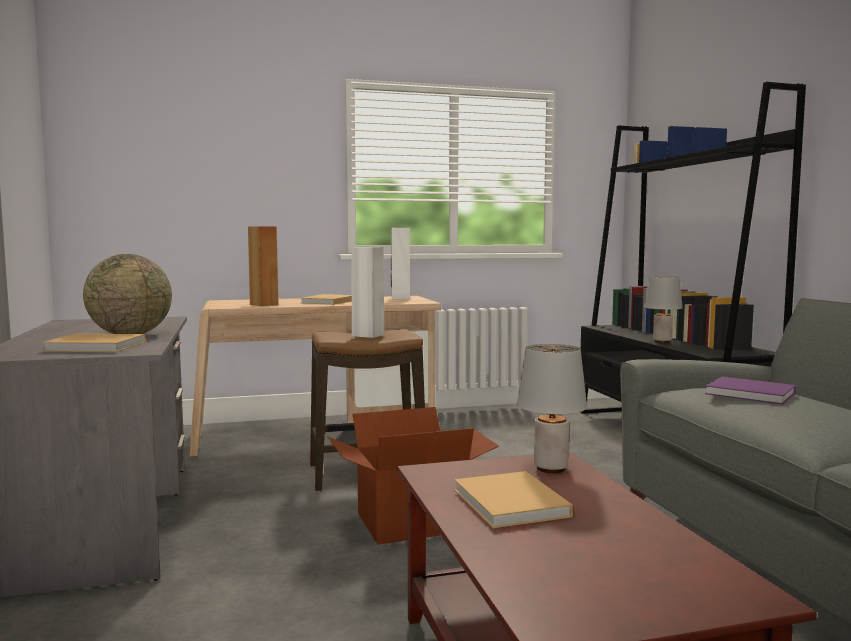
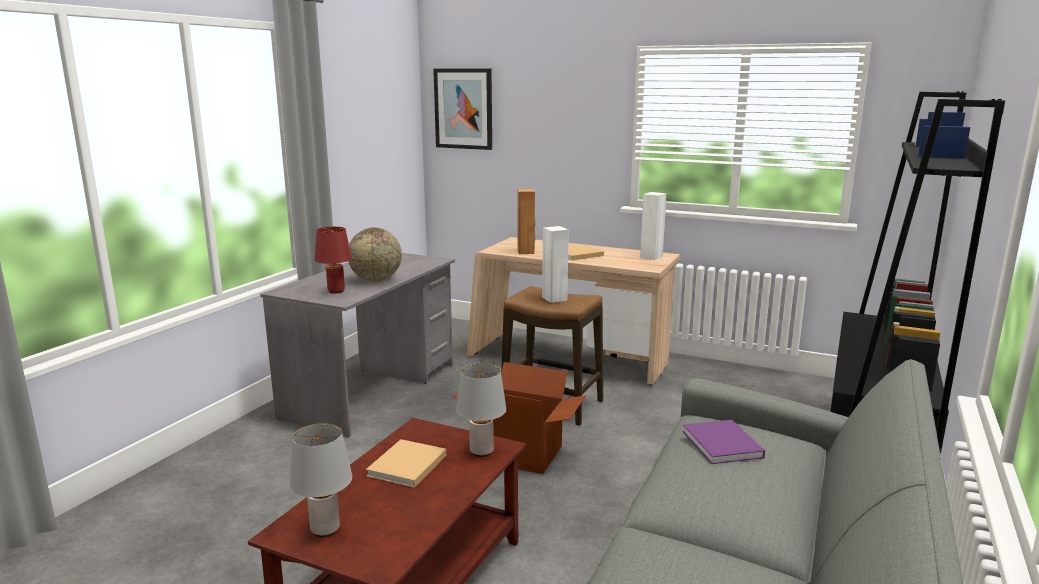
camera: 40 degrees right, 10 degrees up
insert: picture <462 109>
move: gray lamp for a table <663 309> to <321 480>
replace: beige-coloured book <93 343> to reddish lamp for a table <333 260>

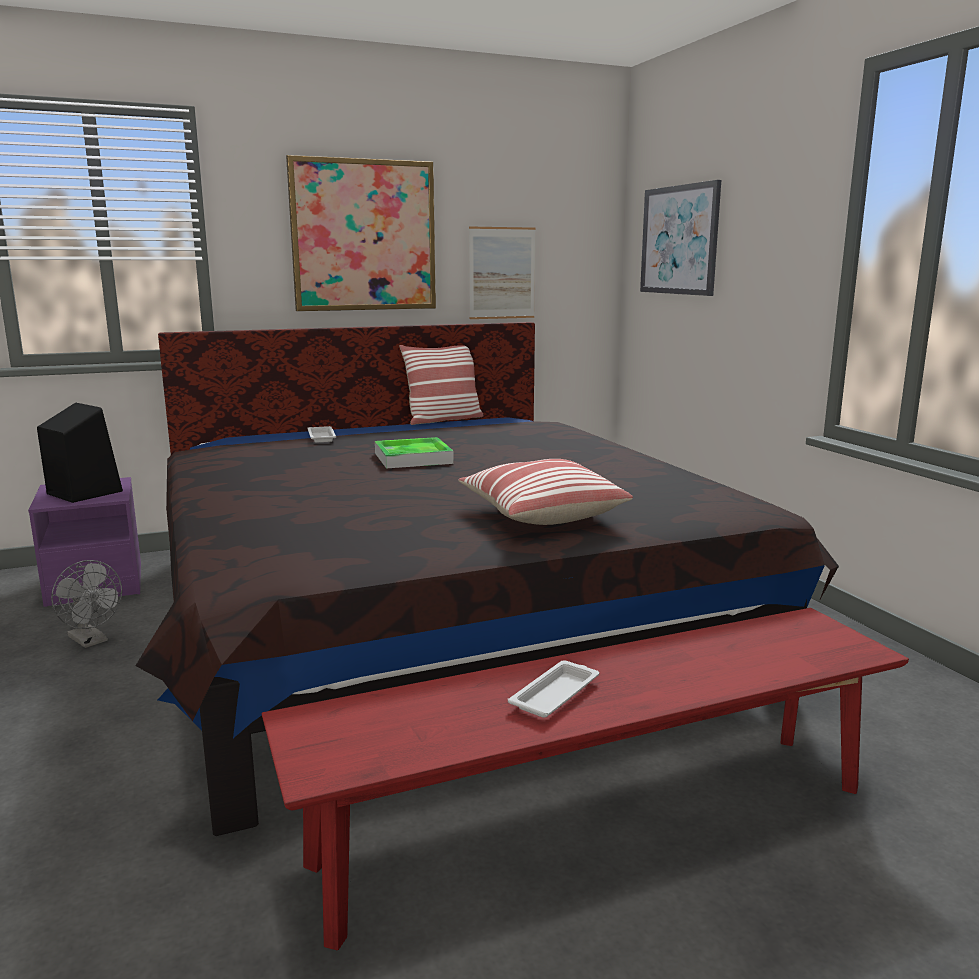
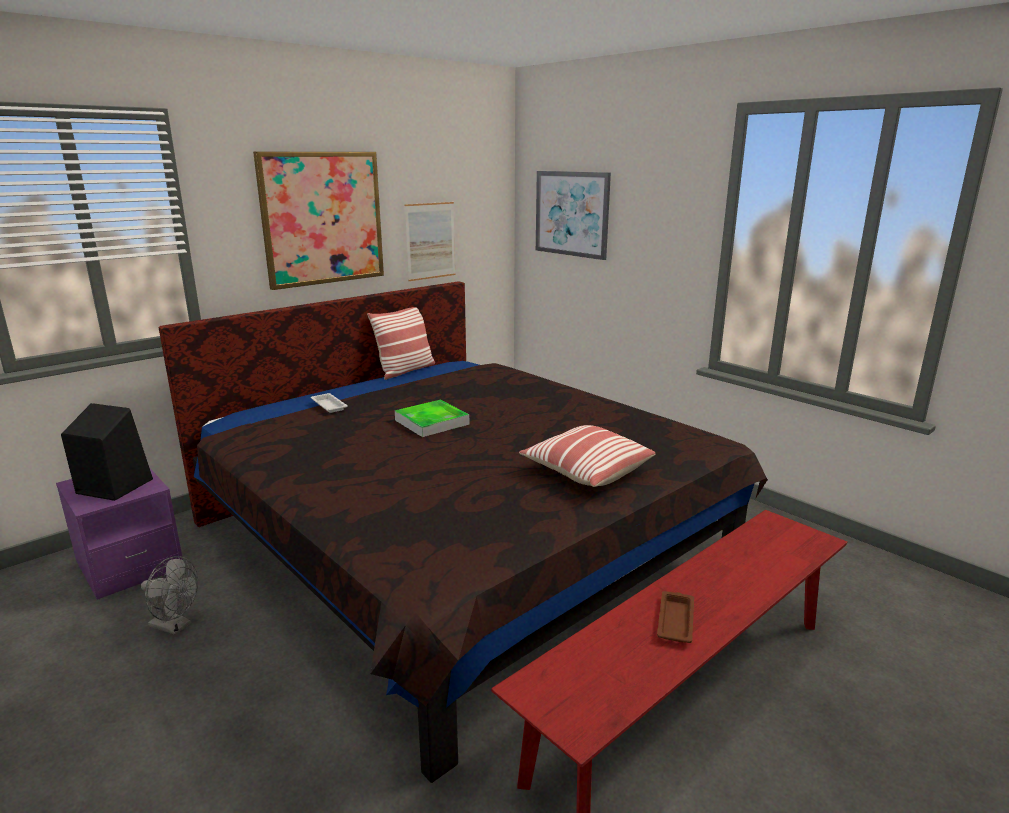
camera: 20 degrees left, 5 degrees up
recolor: white-coloured carrying tray <553 689> to brown carrying tray <675 617>

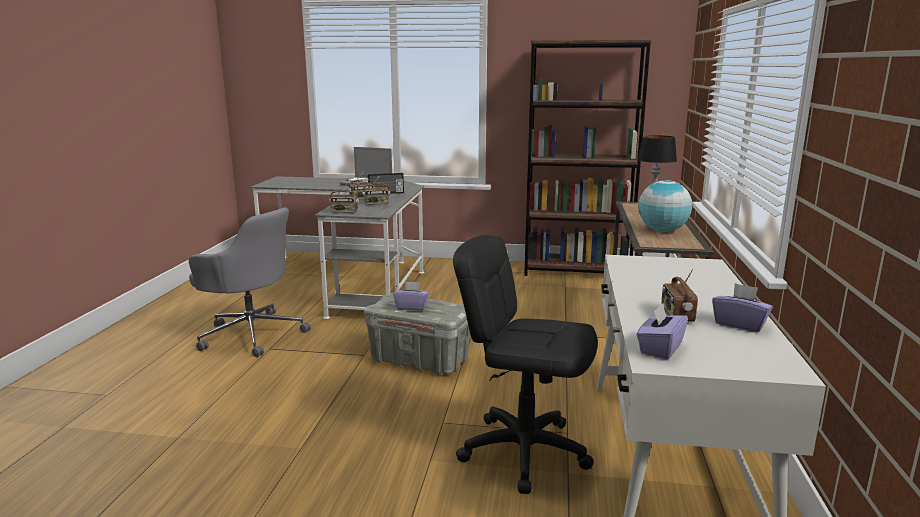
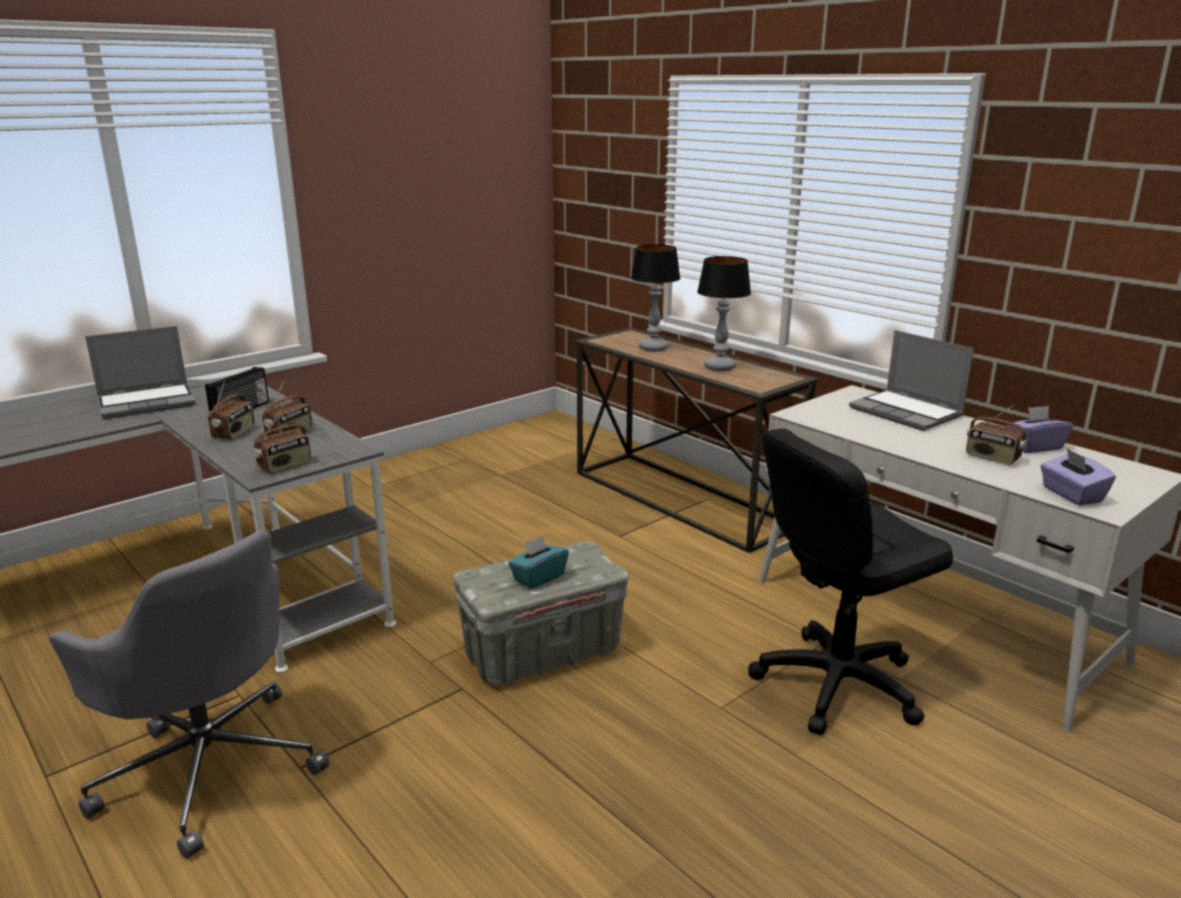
camera: 50 degrees left, 5 degrees up
delete: brown shelving unit <588 157>
insert: notebook computer <911 380>
replace: globe <665 206> to lamp for a table <724 313>
recolor: purple tissue holder <411 295> to turquoise-coloured tissue holder <538 562>
rotate: gray desk chair <250 282> = <189 695> 60 degrees clockwise

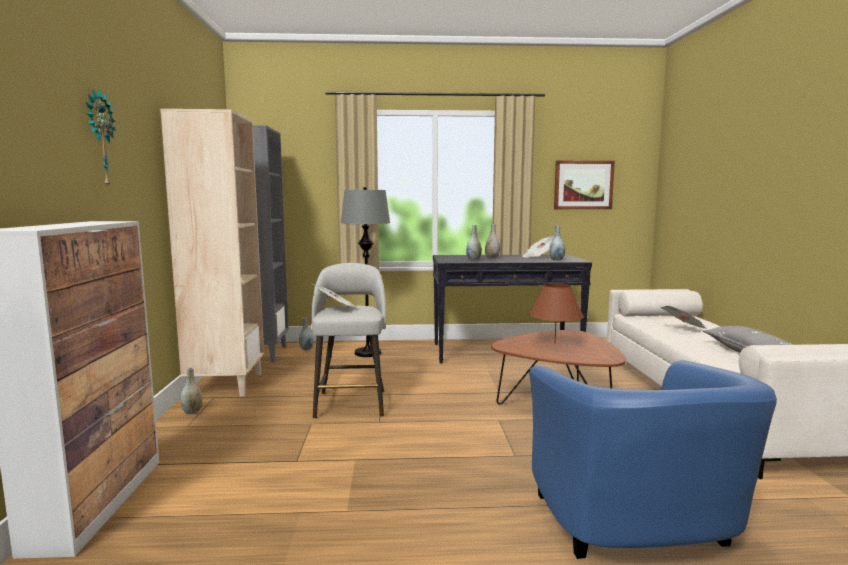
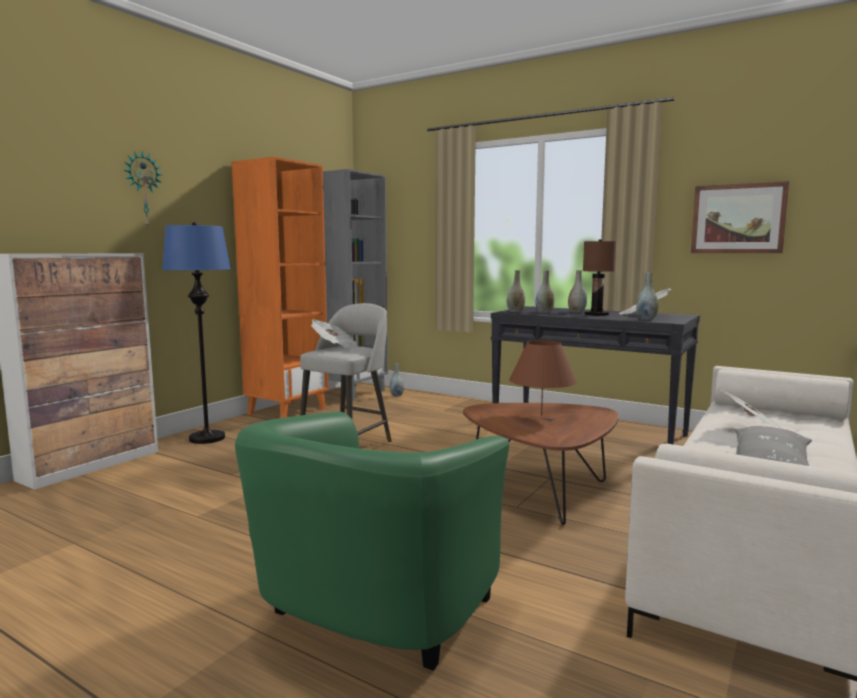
camera: 35 degrees right, 0 degrees up
delete: gray standing lamp <365 272>
insert: blue standing lamp <196 333>; brown lamp for a table <599 278>
move: gray decorative vase <191 390> to <516 291>
recolor: beige-coloured shelving unit <212 253> to orange shelving unit <280 287>; blue easy chair <653 459> to green easy chair <372 541>

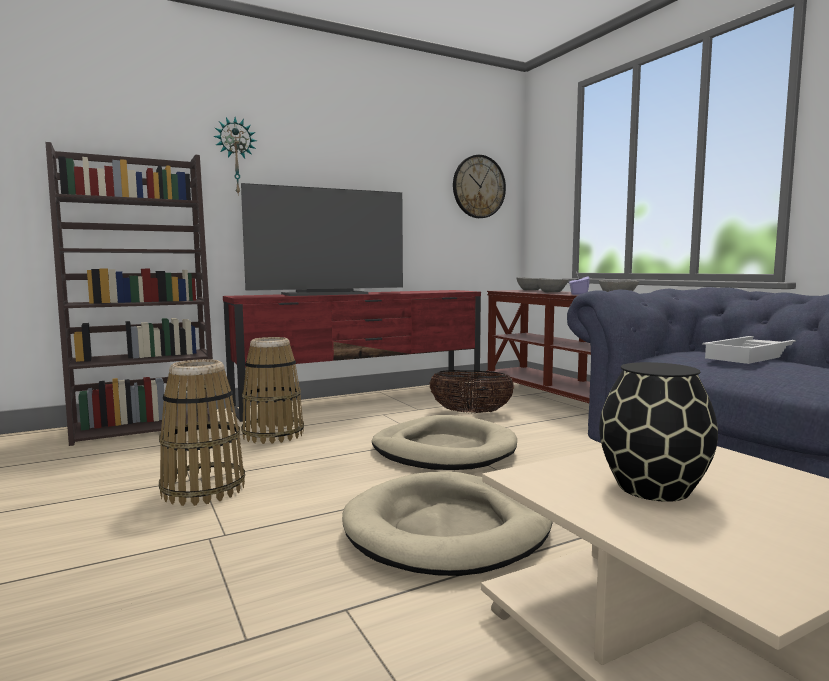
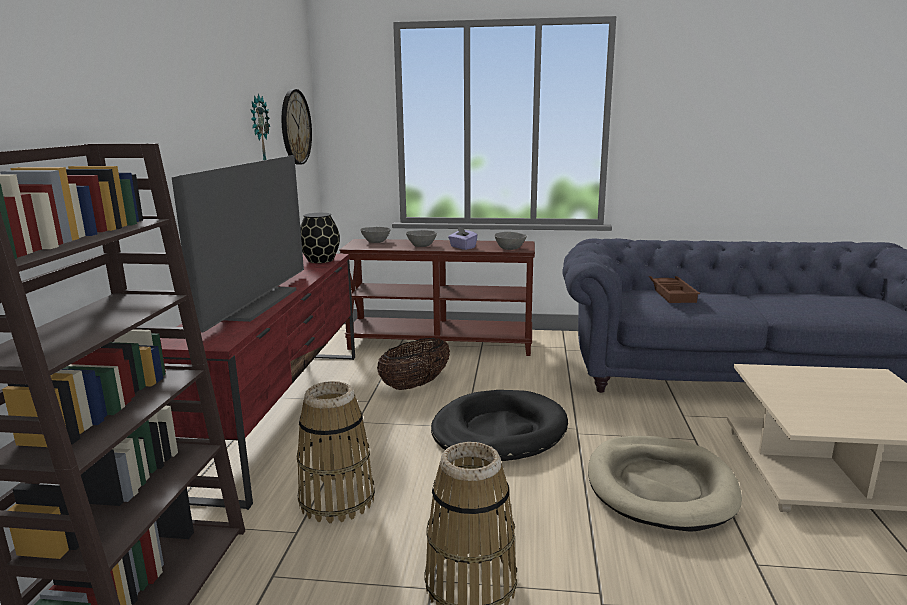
camera: 55 degrees left, 10 degrees up
move: clock on the wall <235 155> to <260 127>; blackish decorative vase <658 432> to <320 238>
recolor: beige-coloured dog bed <444 442> to blackish dog bed <499 425>; white-coloured carrying tray <749 350> to brown carrying tray <674 289>

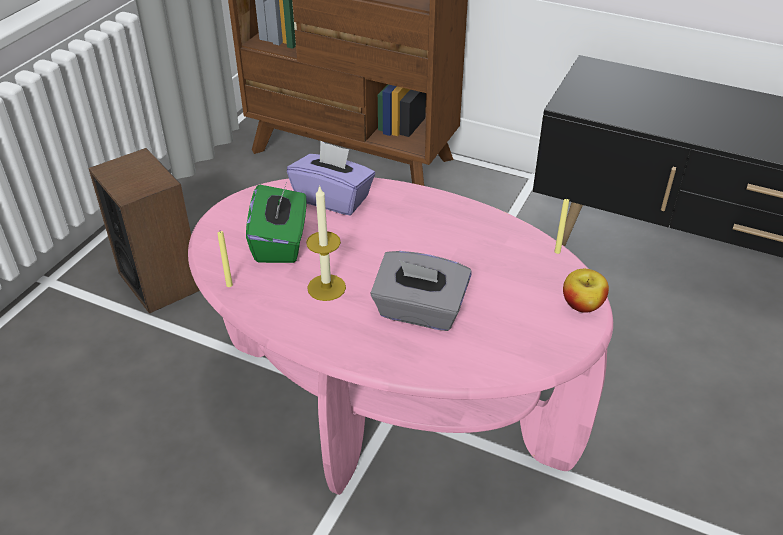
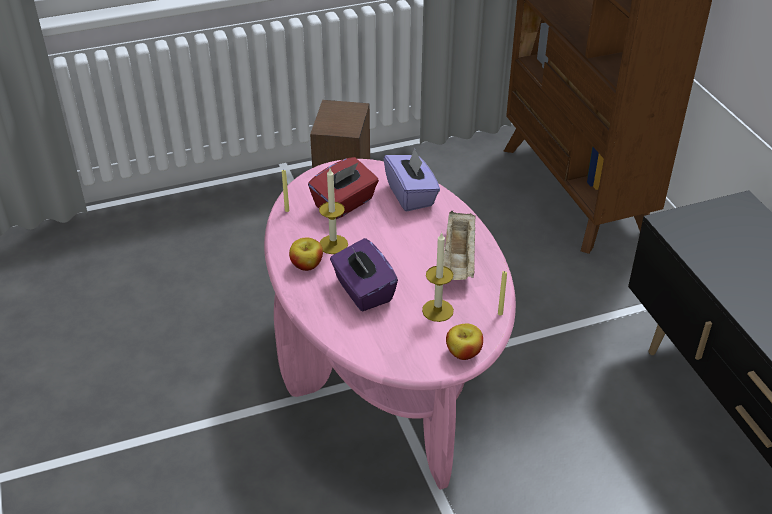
camera: 45 degrees right, 0 degrees up
insert: apple fruit <306 254>; candle <438 277>; beige-coloured carrying tray <460 245>
recolor: green tissue holder <276 223> to reddish tissue holder <343 188>; gray tissue holder <421 291> to purple tissue holder <364 274>

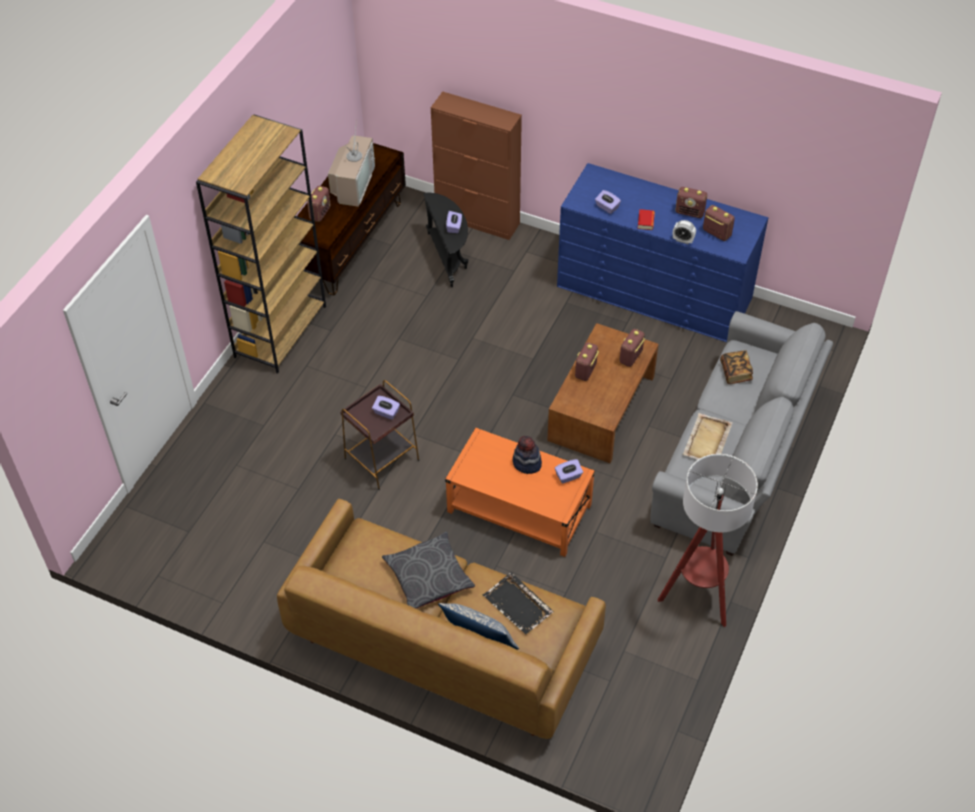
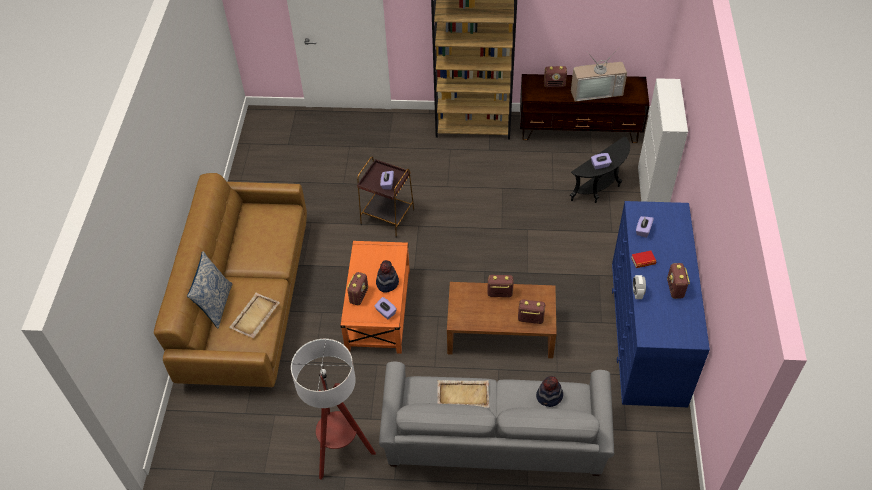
camera: 70 degrees right, 0 degrees up
delete: gray throw pillow <428 570>
move: radio receiver <719 223> to <357 288>
replace: book <736 367> to clothing hat <549 391>
recolor: brown cupboard <476 165> to white-coloured cupboard <663 140>; blackish carrying tray <518 603> to beige-coloured carrying tray <254 315>

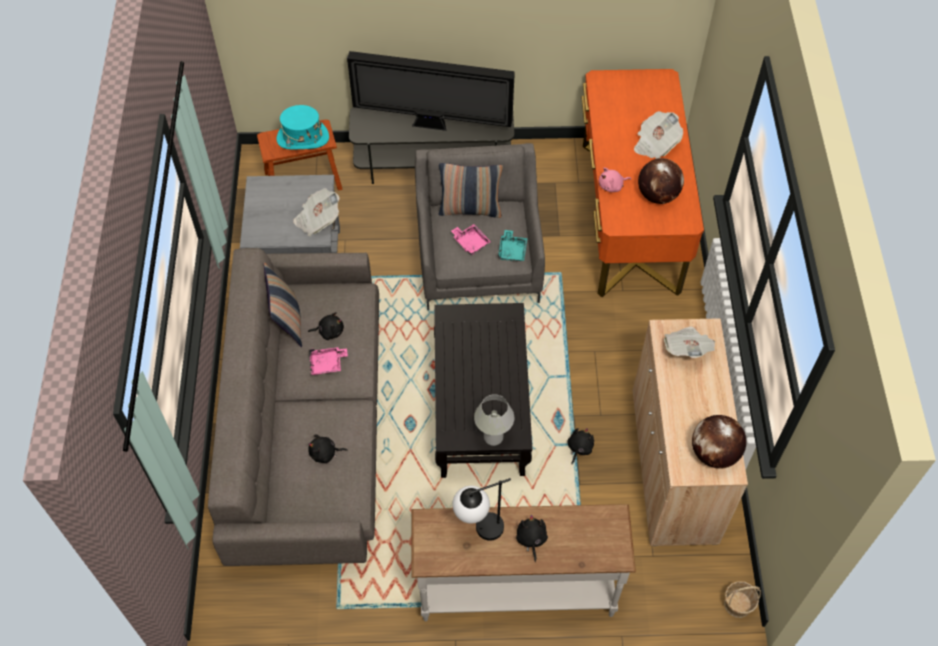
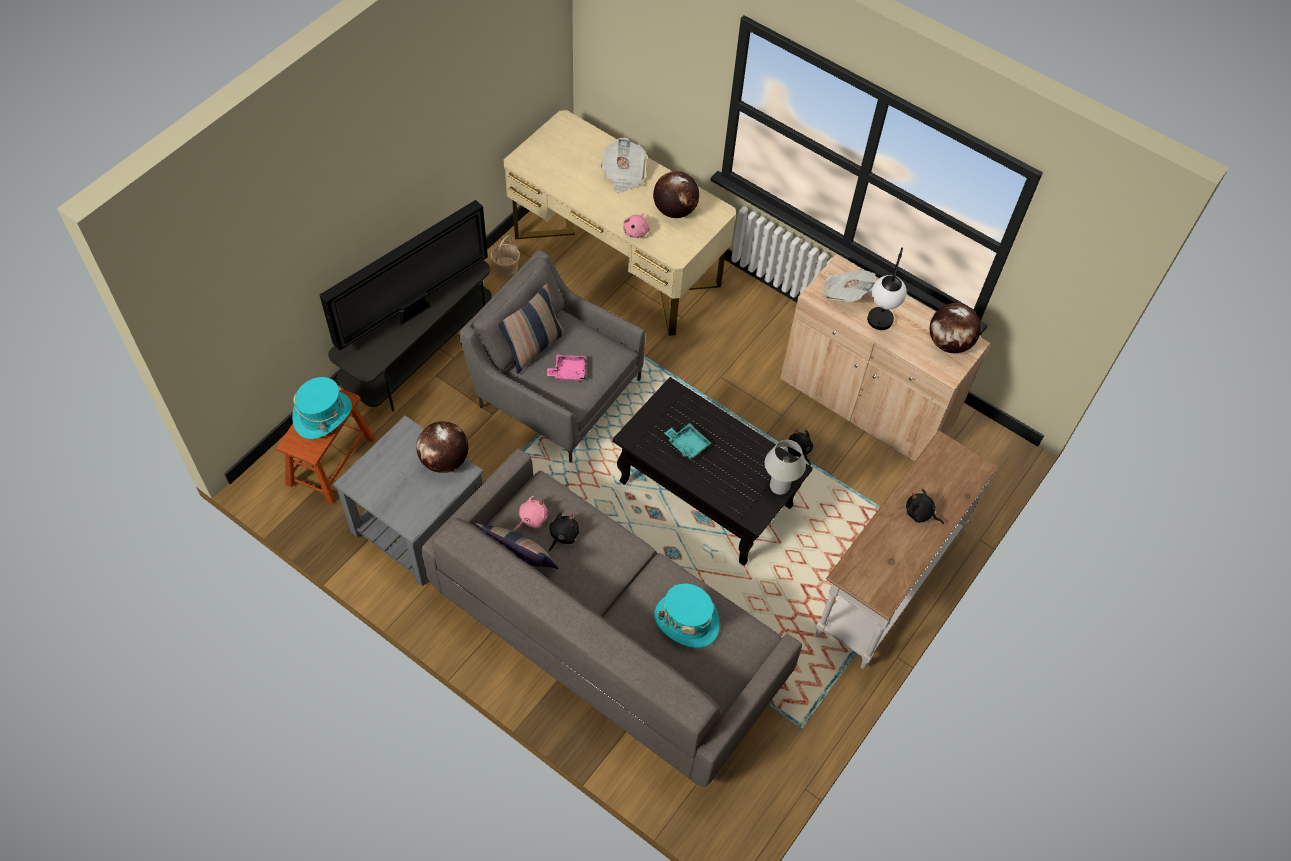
camera: 55 degrees left, 0 degrees up
delete: pink-coloured carrying tray <328 361>
insert: pink-coloured soft toy <530 513>
move: lamp for a table <481 509> to <887 289>; turquoise-coloured carrying tray <512 245> to <688 441>; basket <742 599> to <505 255>
replace: printed paper <316 212> to globe <442 447>; blackish soft toy <328 449> to turquoise-coloured clothing hat <687 616>
recolor: orange desk unit <642 183> to beige-coloured desk unit <620 223>

